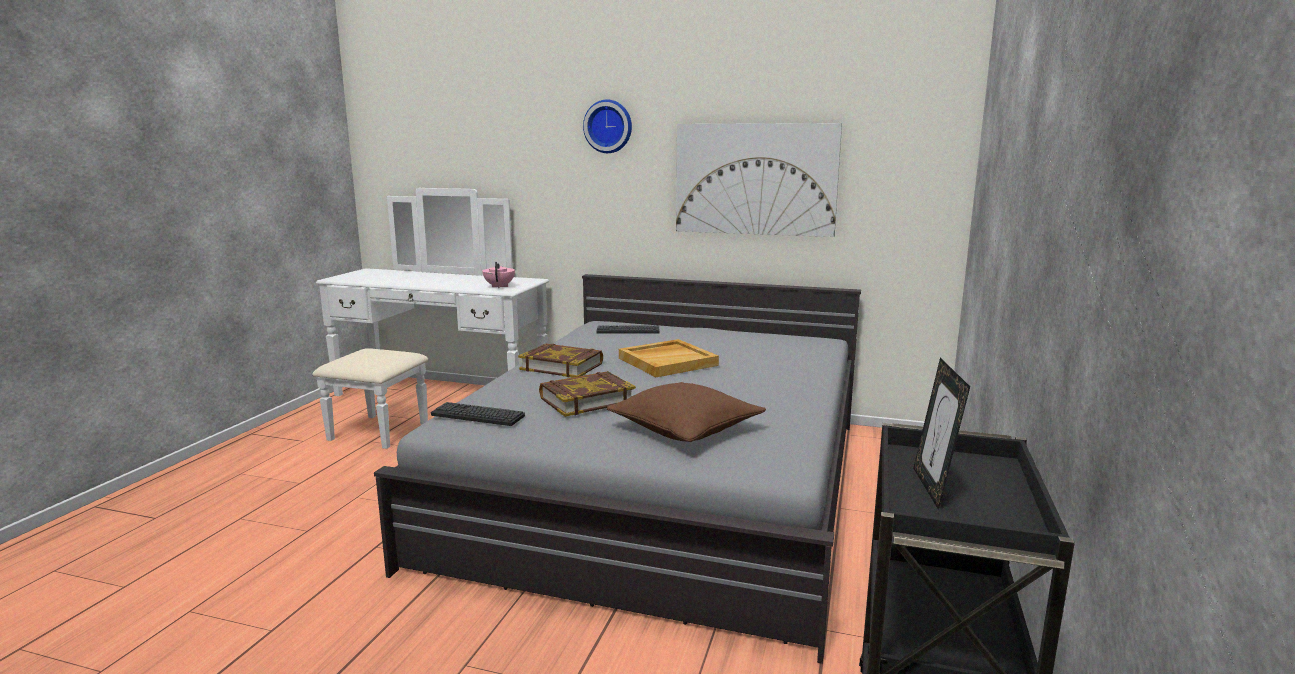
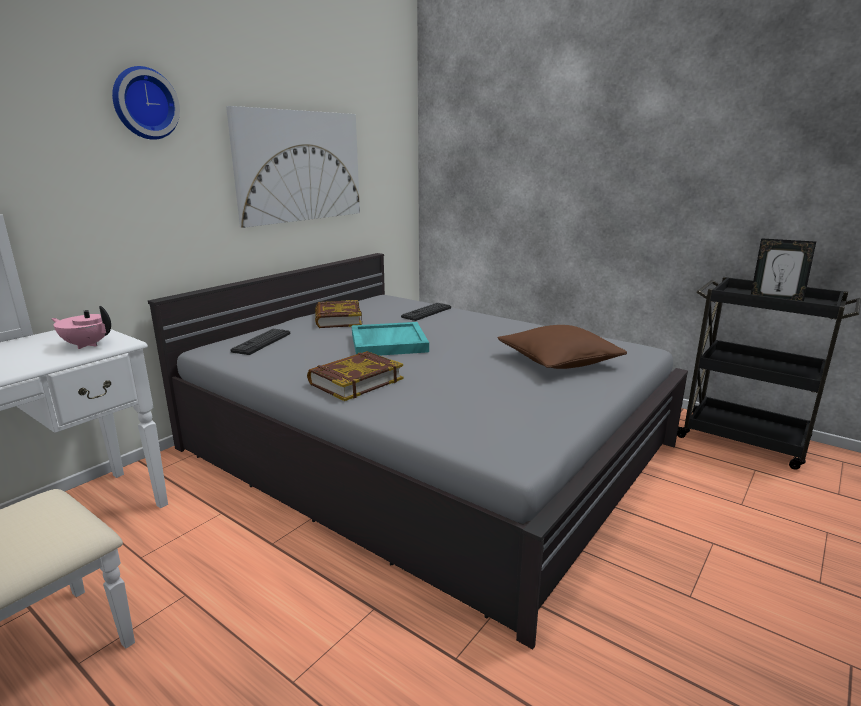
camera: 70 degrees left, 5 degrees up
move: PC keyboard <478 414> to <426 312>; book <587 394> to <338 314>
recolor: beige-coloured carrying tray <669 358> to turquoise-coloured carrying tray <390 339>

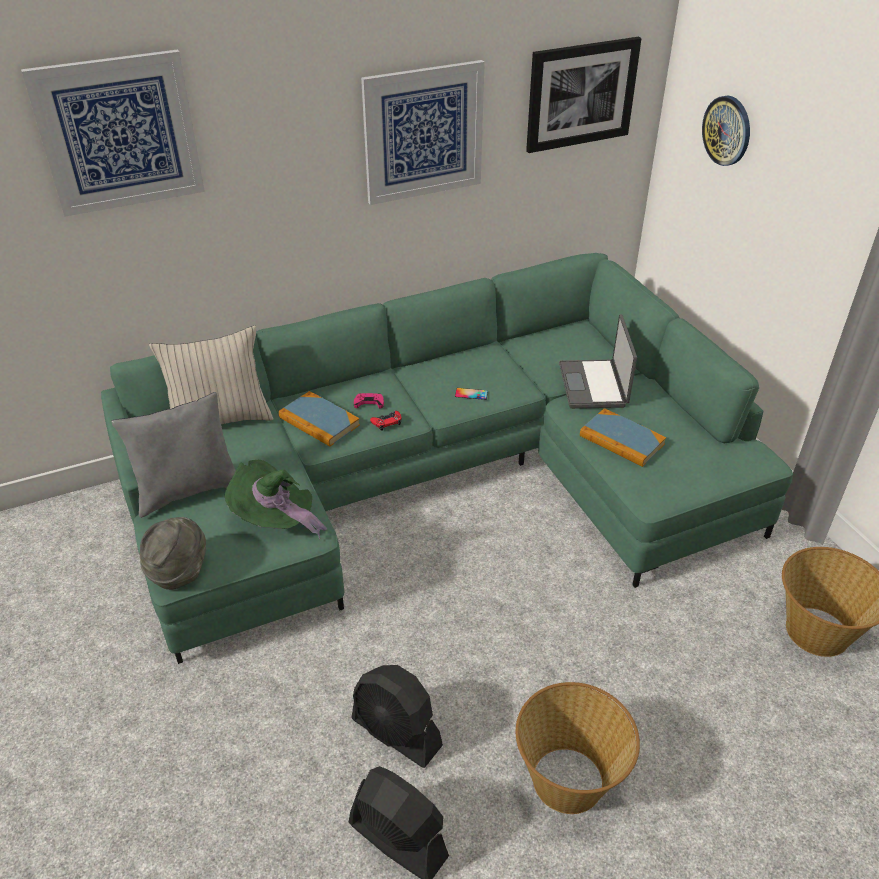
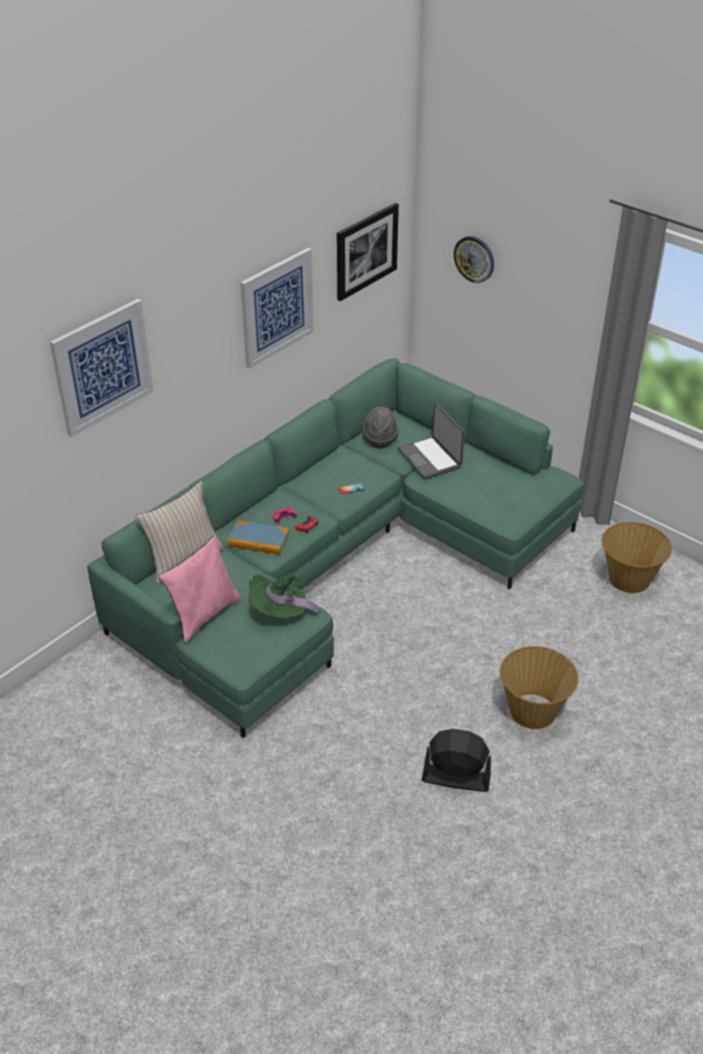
camera: 25 degrees left, 0 degrees up
delete: blackish electric fan <397 716>; book <623 437>
move: gray clothing hat <173 553> to <380 427>
recolor: gray throw pillow <173 455> to pink-coloured throw pillow <200 588>

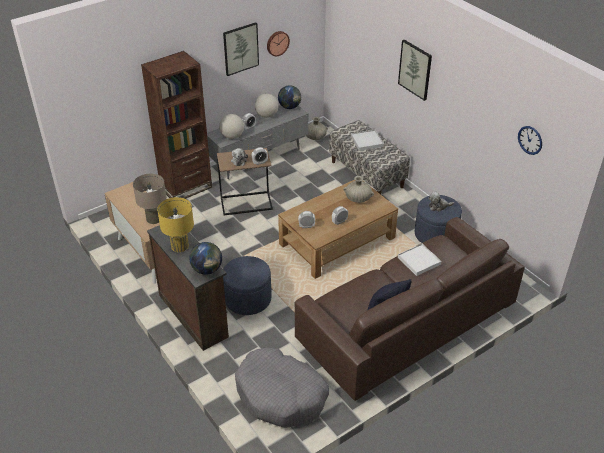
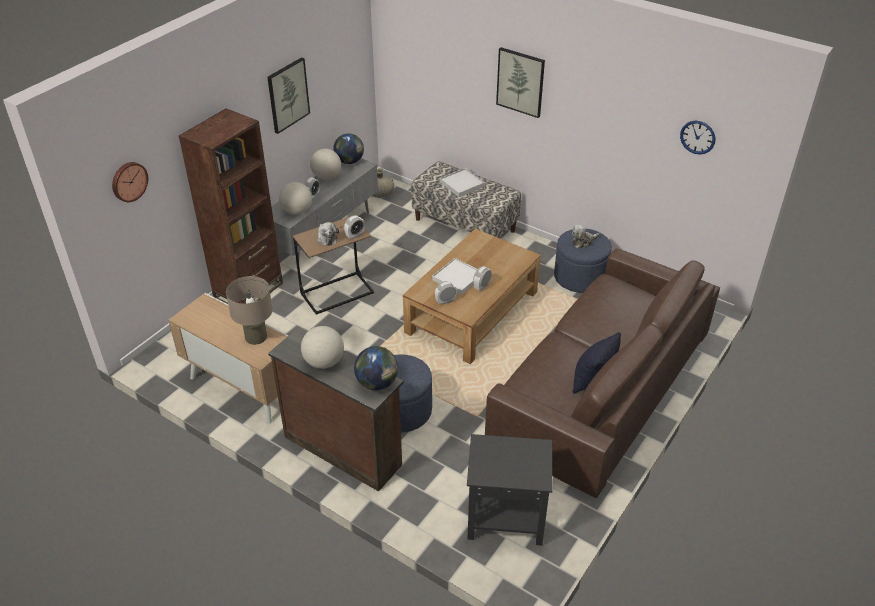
camera: 20 degrees left, 0 degrees up
delete: beige-coloured decorative vase <358 189>
move: clock on the wall <278 43> to <130 182>; white-coloured carrying tray <419 260> to <454 276>
replace: yellow-coloured lamp for a table <175 224> to globe <322 347>; gray dog bed <282 388> to blackish side table <509 490>

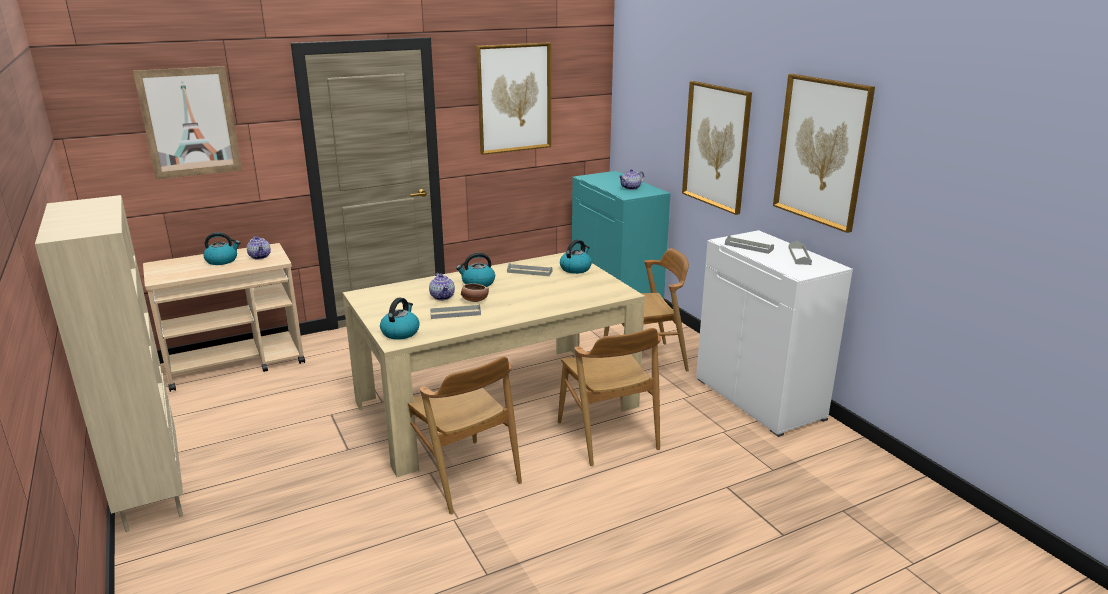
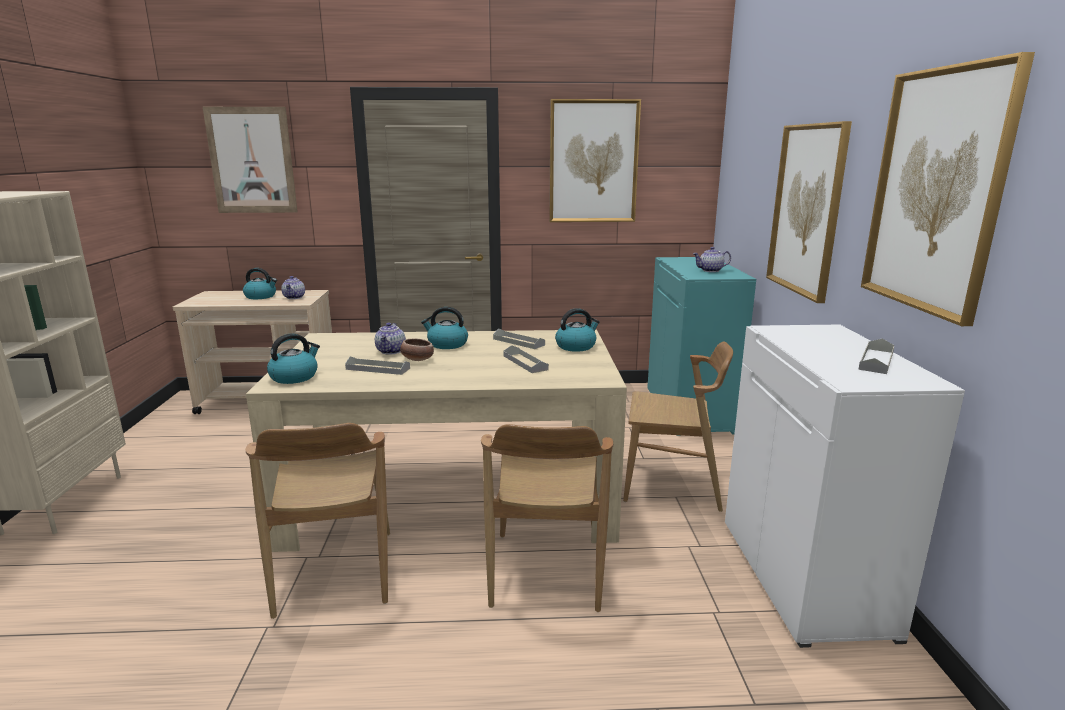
camera: 25 degrees right, 5 degrees down
move: gray carrying tray <749 244> to <526 359>

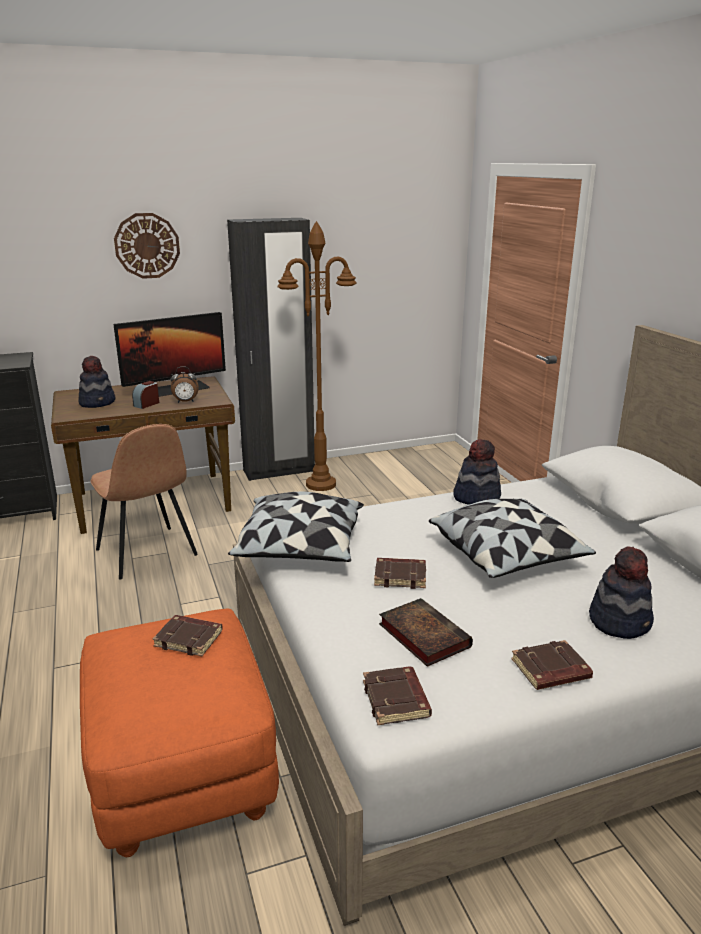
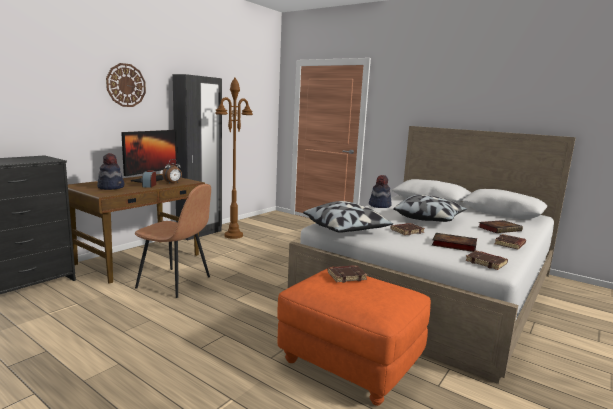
camera: 35 degrees left, 10 degrees down
replace: clothing hat <621 592> to book <501 226>

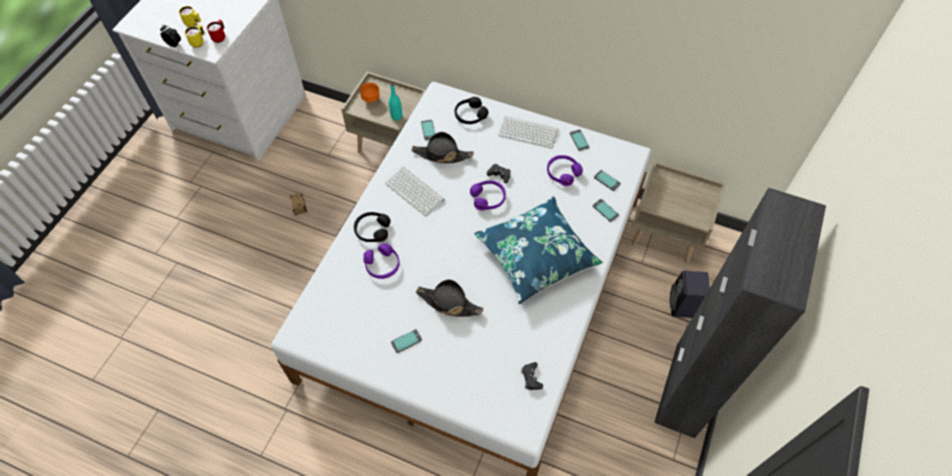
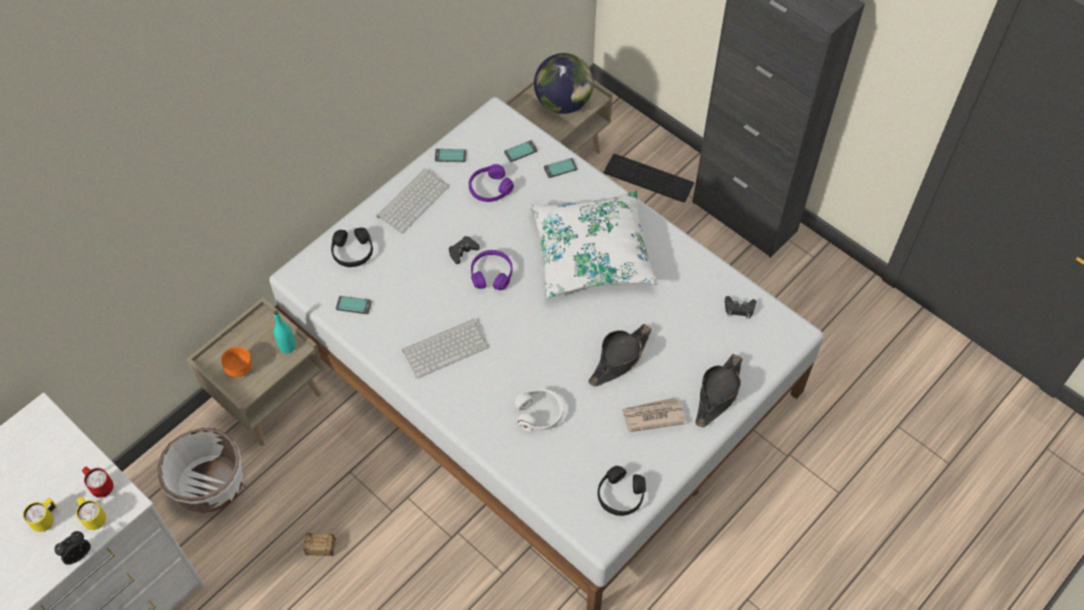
camera: 70 degrees left, 0 degrees up
insert: white-coloured planter <200 470>; globe <564 83>
move: blackish headset <372 227> to <622 491>; blackish clothing hat <442 147> to <719 390>
replace: handset <406 341> to printed paper <653 414>; blackish audio speaker <690 294> to PC keyboard <649 178>
recolor: purple headset <381 261> to white-coloured headset <539 410>; blue throw pillow <538 250> to white-coloured throw pillow <593 245>

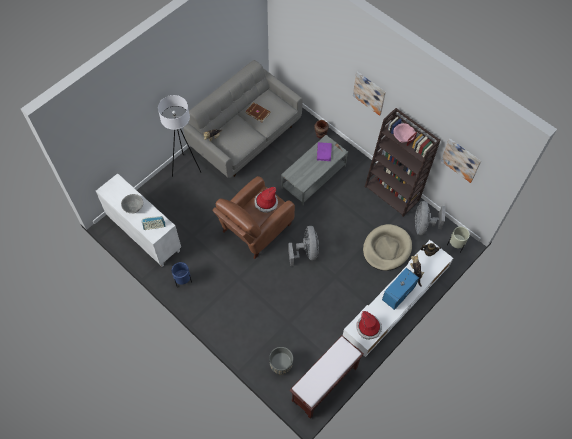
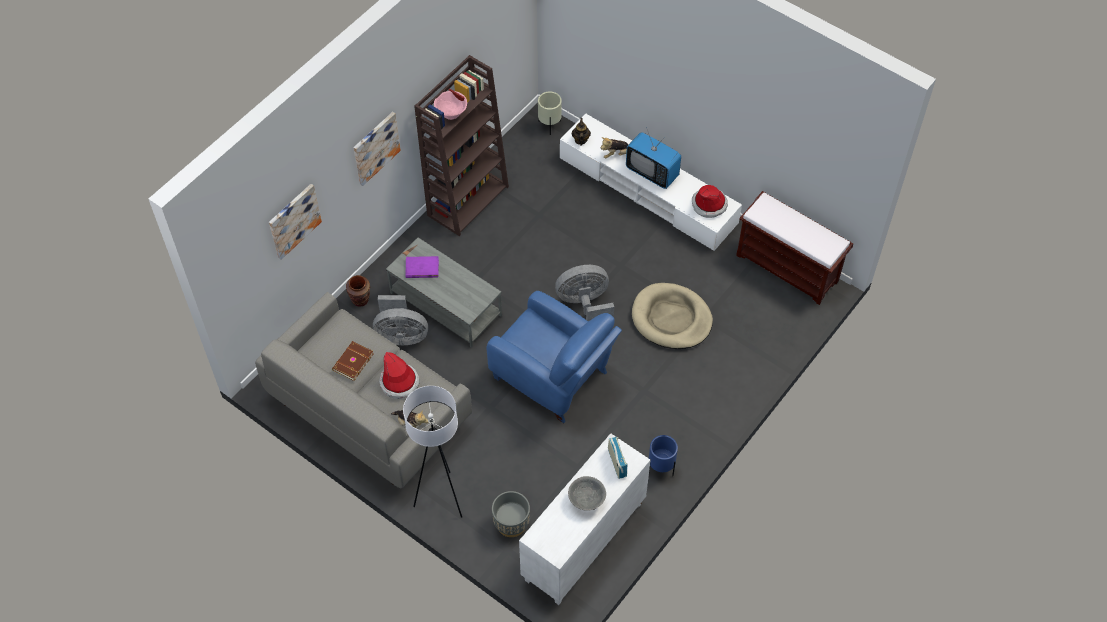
camera: 95 degrees left, 5 degrees down
move: clothing hat <266 200> to <399 375>; gray planter <281 360> to <511 514>; beige-coloured dog bed <387 247> to <672 316>; gray electric fan <430 218> to <400 320>; picture <461 161> to <295 222>
recolor: brown easy chair <253 217> to blue easy chair <554 357>

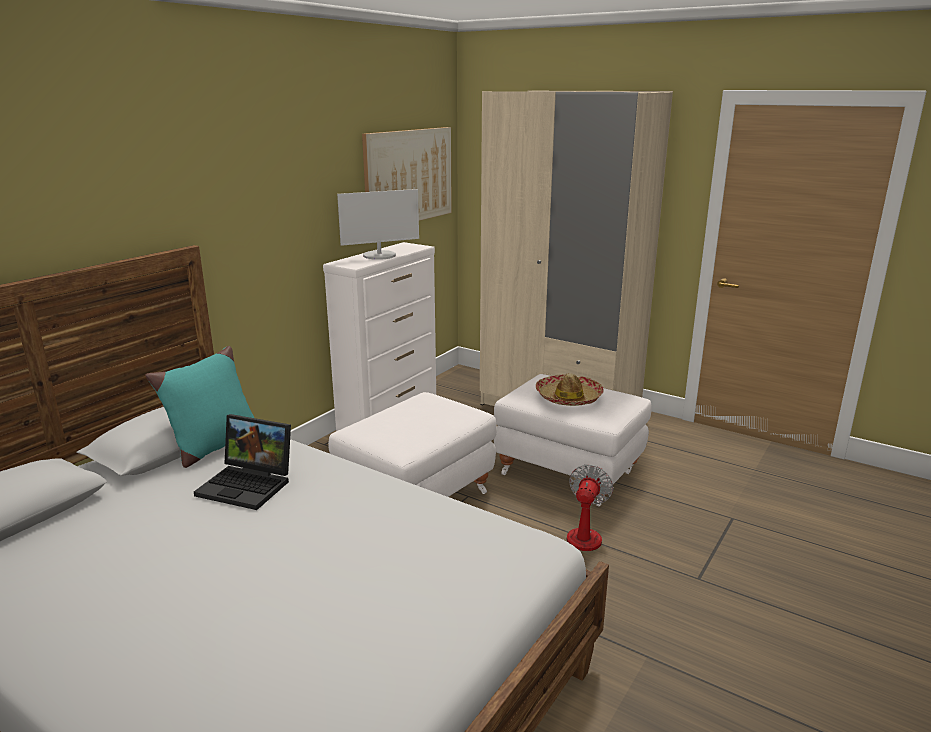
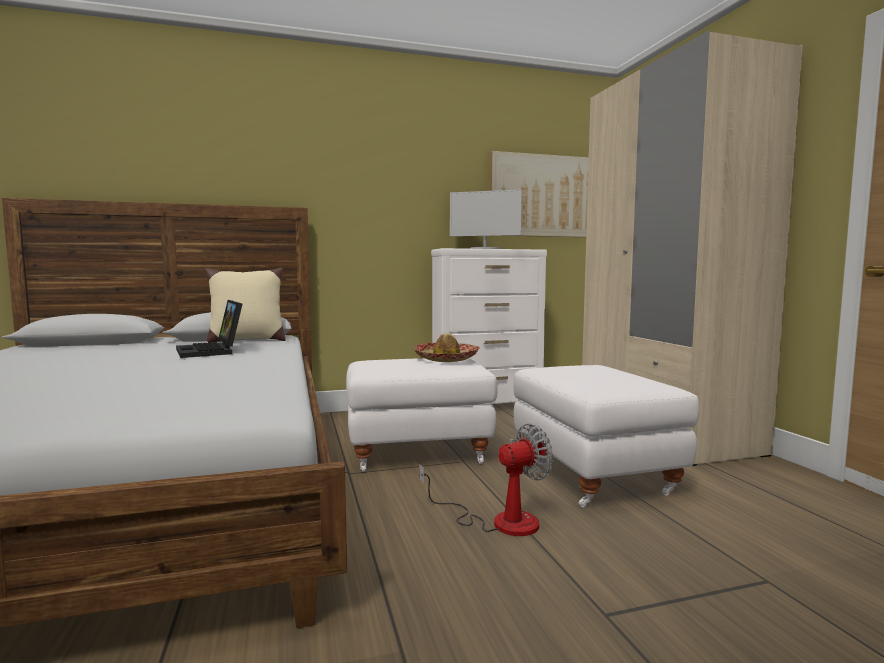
camera: 40 degrees right, 15 degrees down
move: clothing hat <570 389> to <446 347>
recolor: turquoise-coloured throw pillow <199 407> to beige-coloured throw pillow <245 305>

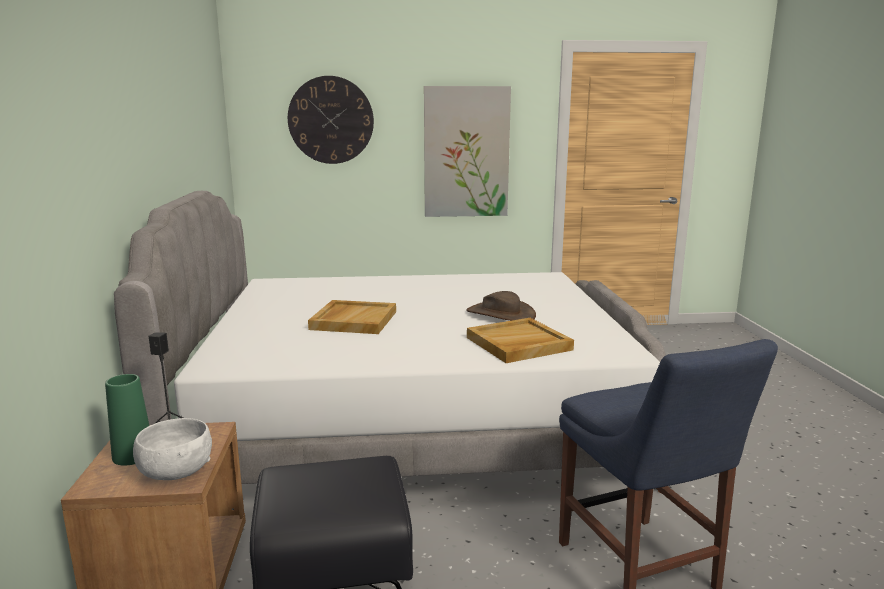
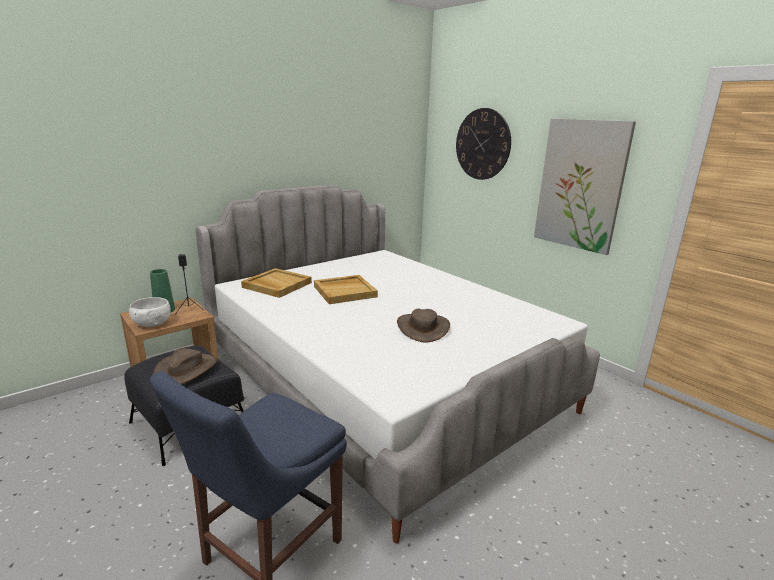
camera: 55 degrees right, 5 degrees up
insert: brown clothing hat <185 366>
move: beige-coloured carrying tray <520 340> to <276 283>

